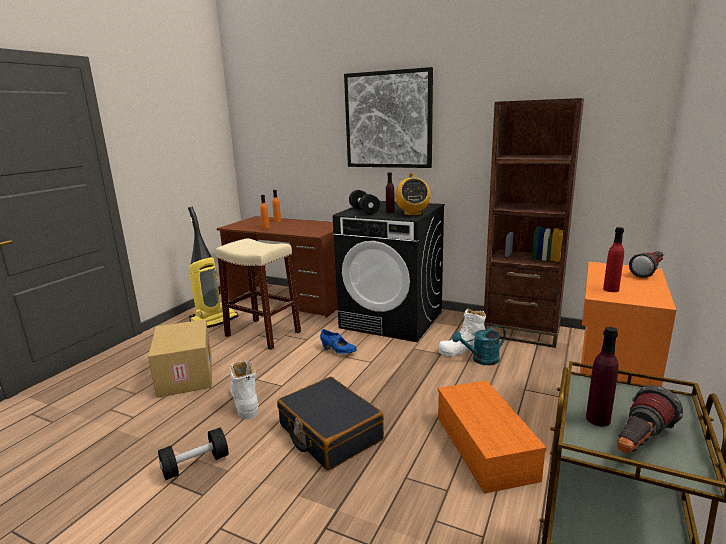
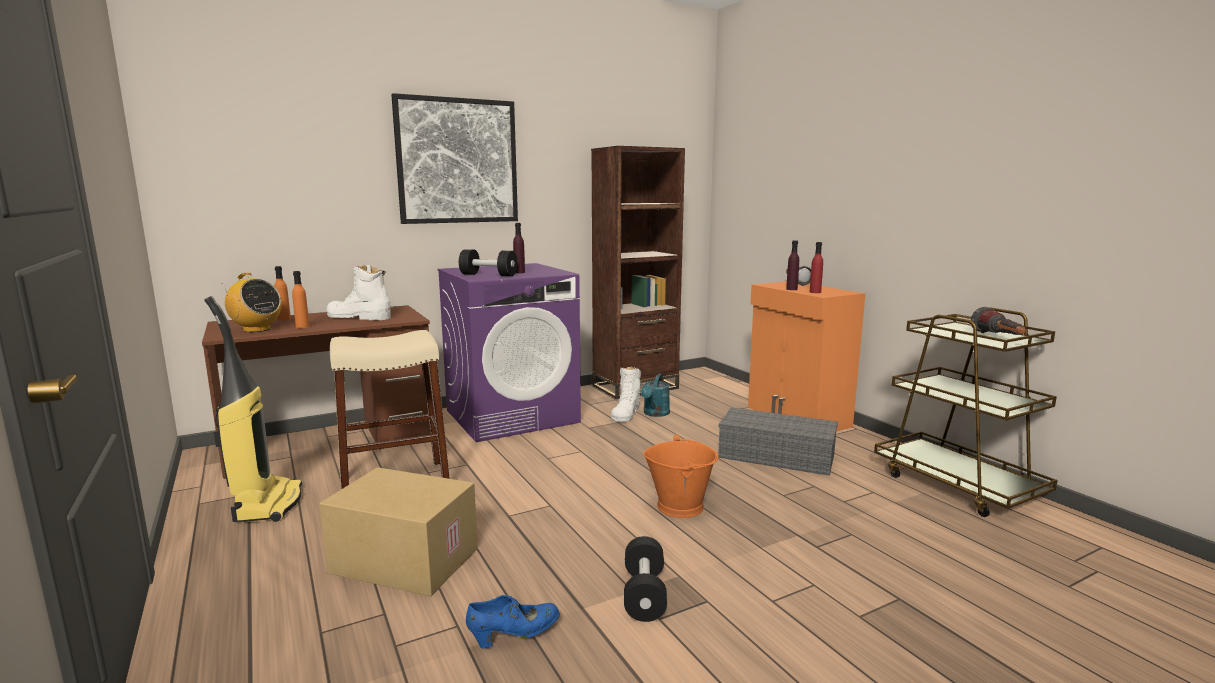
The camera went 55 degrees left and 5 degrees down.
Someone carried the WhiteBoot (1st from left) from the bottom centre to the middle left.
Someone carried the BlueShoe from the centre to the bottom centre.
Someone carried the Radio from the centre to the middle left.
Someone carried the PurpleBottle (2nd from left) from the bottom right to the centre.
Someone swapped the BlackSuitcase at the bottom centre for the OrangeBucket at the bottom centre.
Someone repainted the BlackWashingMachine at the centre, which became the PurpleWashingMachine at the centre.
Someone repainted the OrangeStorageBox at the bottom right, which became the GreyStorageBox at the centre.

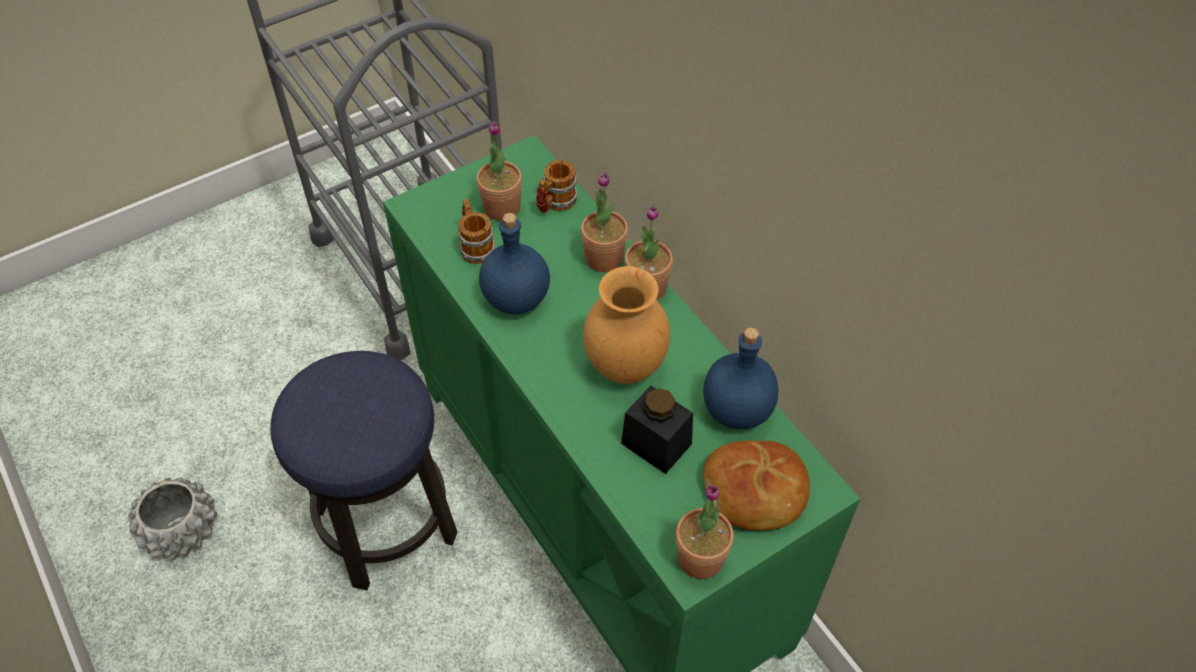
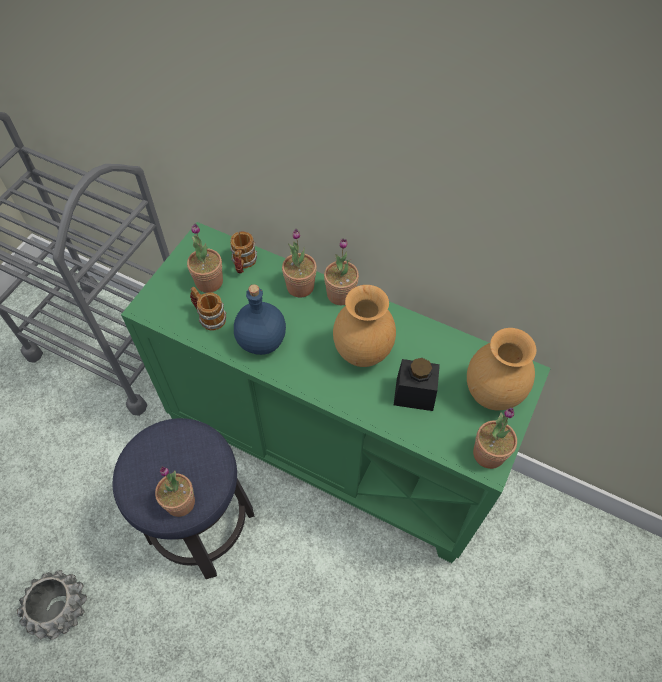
The camera went 30 degrees left and 5 degrees up.
Someone took away the BlueBottle (2nd from left) at the centre.
Someone put down the PottedPlant (1st from left) at the bottom left.
Someone swapped the Bread at the bottom centre for the BrownVase (2nd from left) at the middle right.

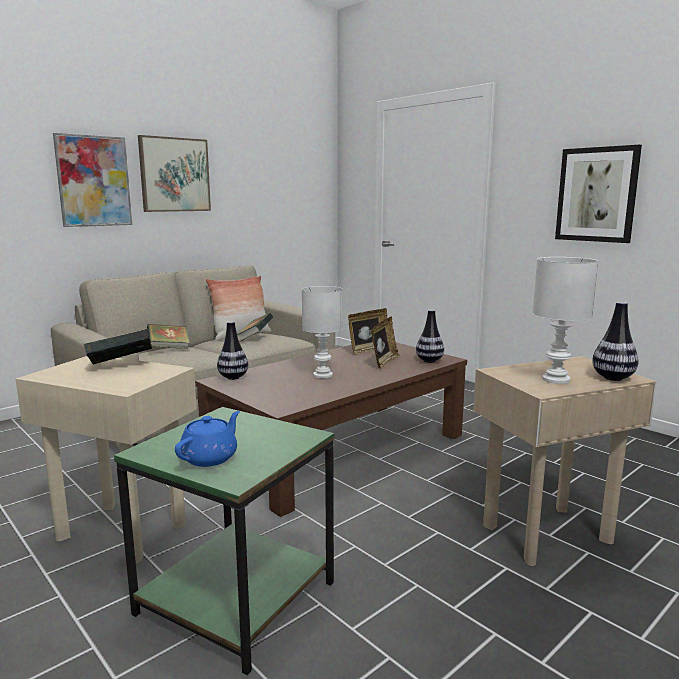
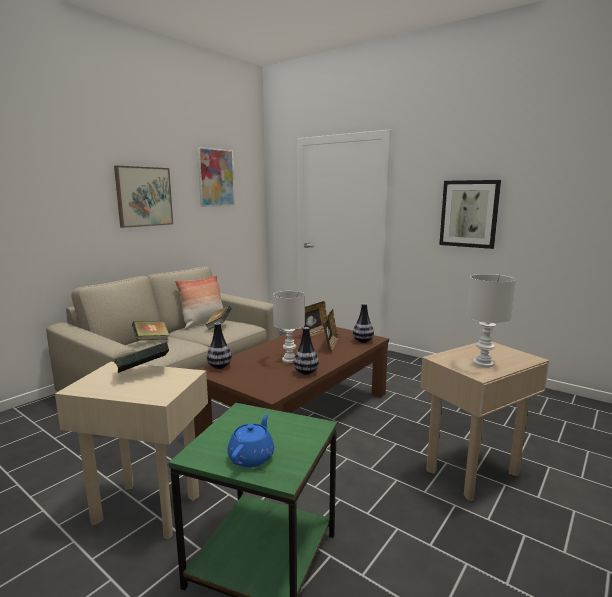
The camera went 10 degrees left and 0 degrees up.
Someone carried the Picture (1st from left in the first image) from the top left to the top centre.
Someone carried the Vase (3rd from left in the first image) from the middle right to the centre.

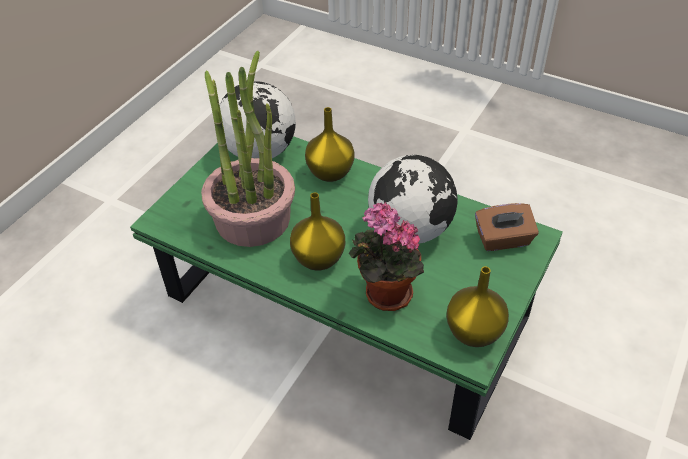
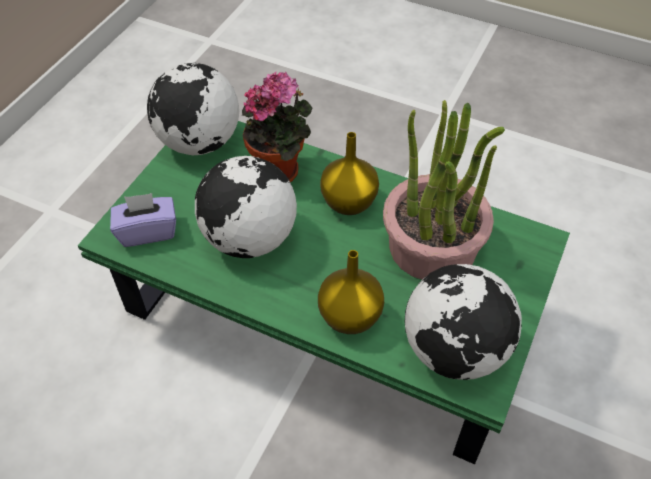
The camera went 175 degrees right and 5 degrees up.
Someone swapped the YellowVase (3rd from left) at the bottom right for the Globe (1st from left) at the top left.
Someone repainted the BrownTissueBox at the middle right, which became the PurpleTissueBox at the middle left.

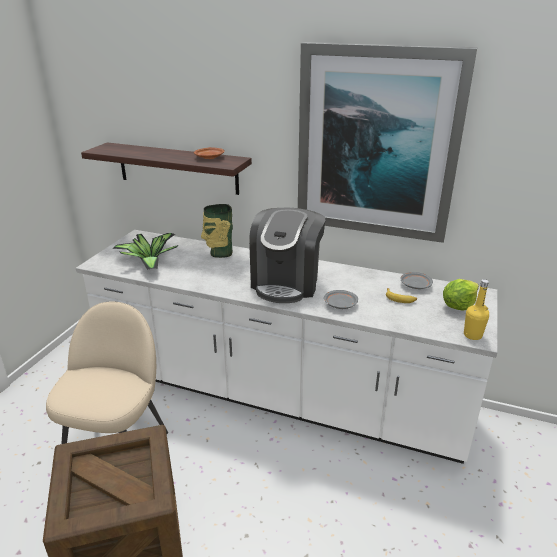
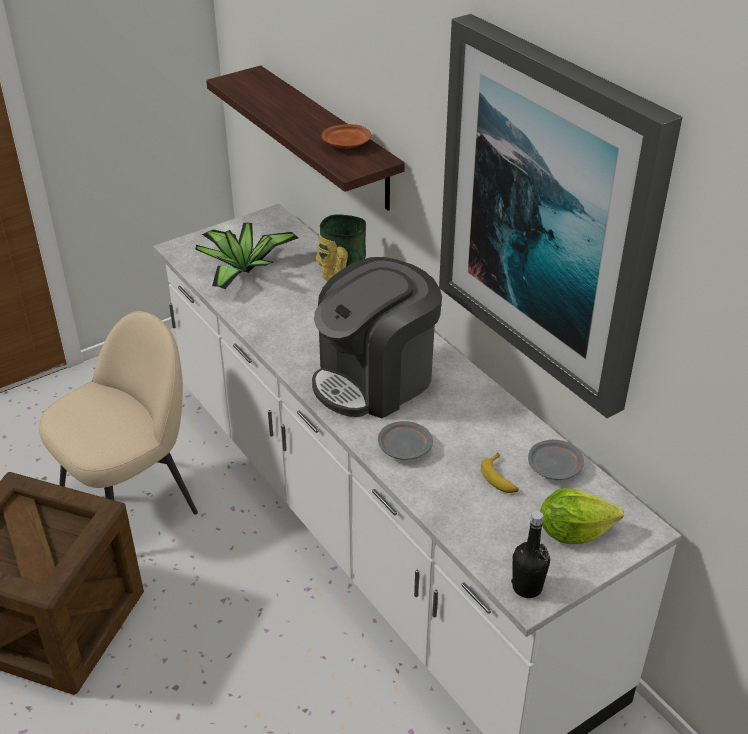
The camera went 35 degrees right and 10 degrees up.
Someone repainted the YellowBottle at the middle right, which became the BlackBottle at the bottom right.

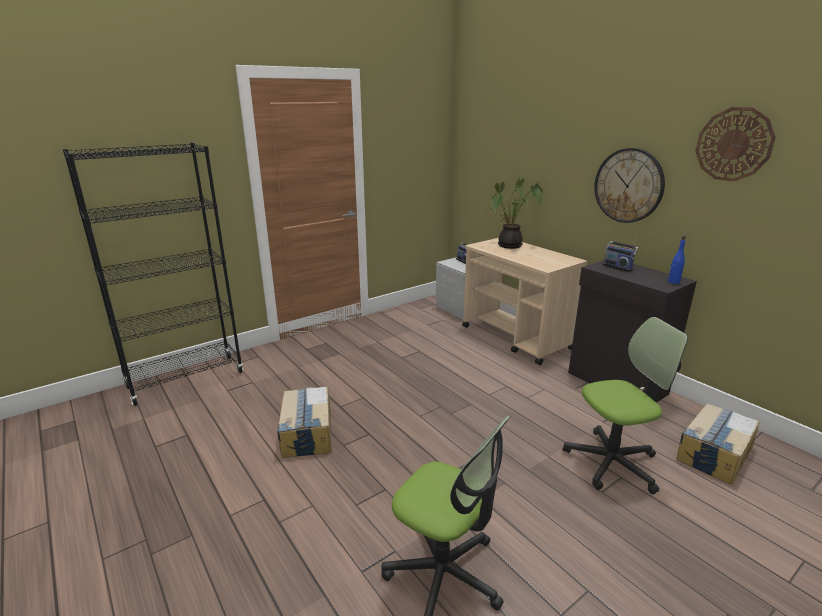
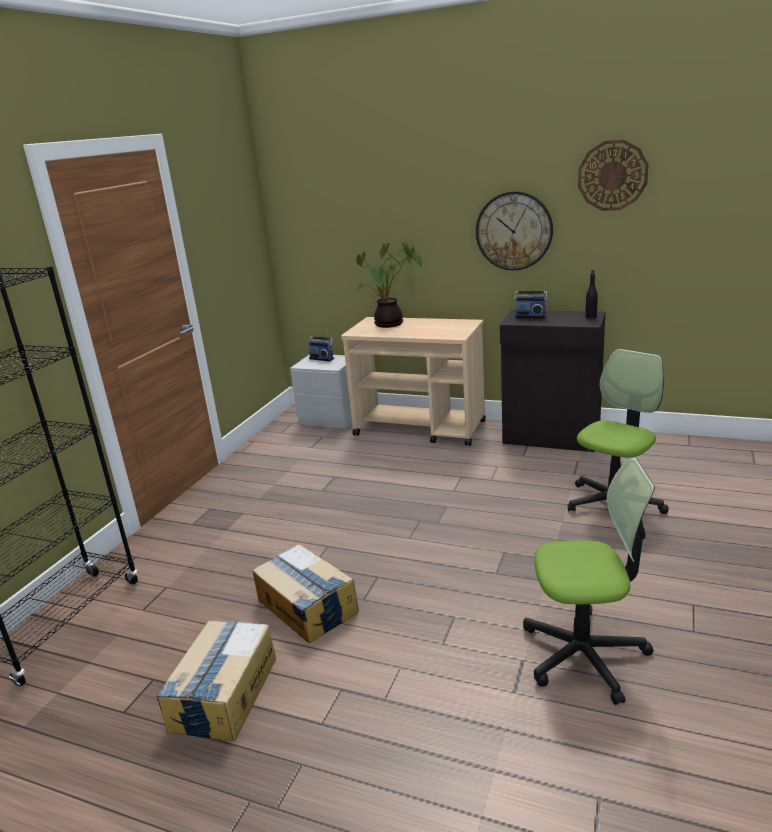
The camera went 30 degrees left and 0 degrees up.
Someone carried the CardboardBox (2nd from left in the first image) from the bottom right to the bottom left.
Someone repainted the BlueBottle at the middle right, which became the BlackBottle at the middle right.

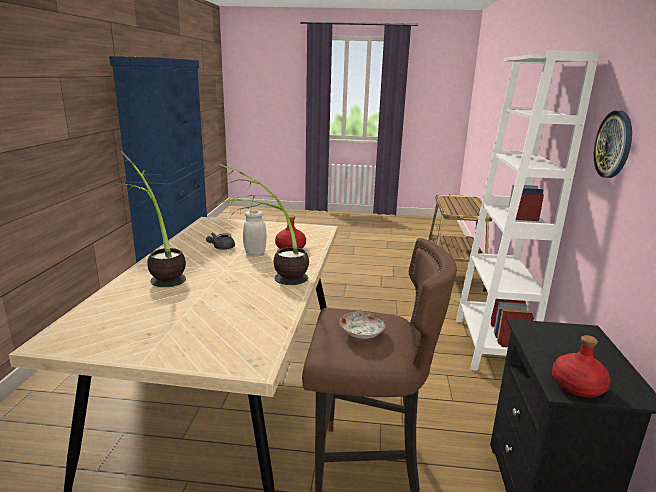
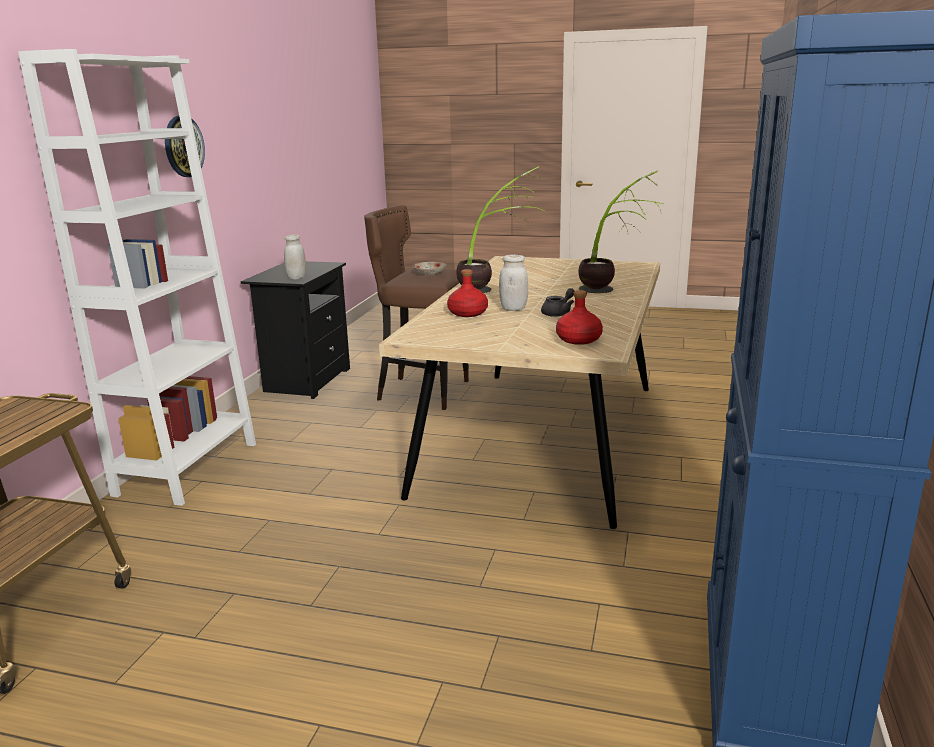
The camera went 170 degrees left and 0 degrees up.
Someone put down the WhiteJar (1st from left) at the middle left.
Someone carried the RedBottle (2nd from left) from the bottom right to the centre.

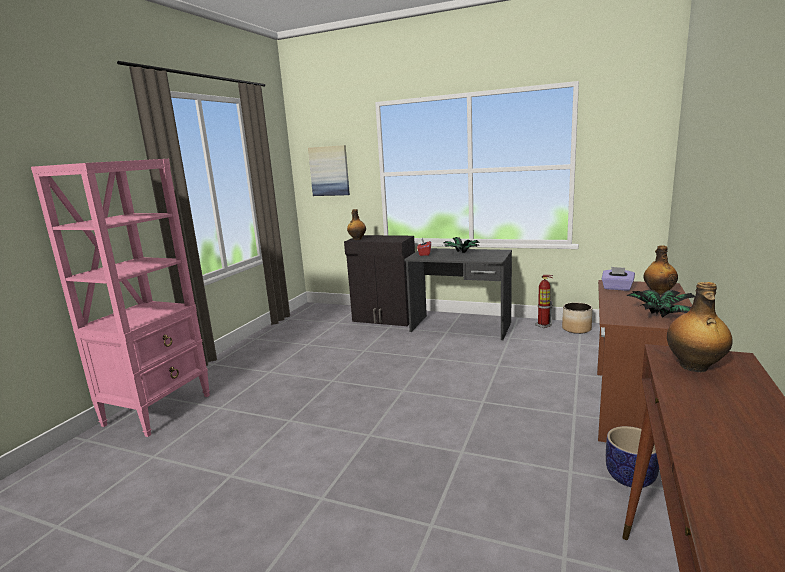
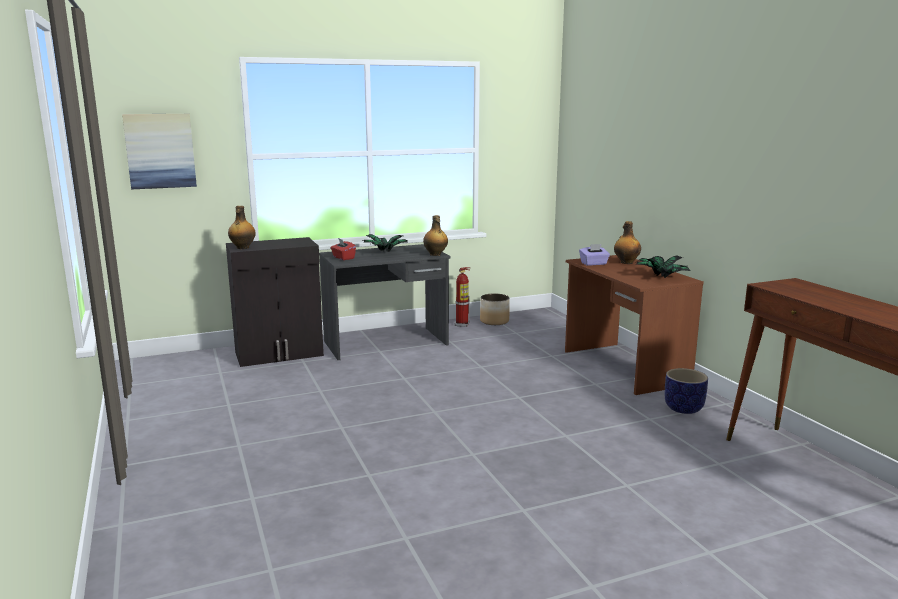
The camera went 45 degrees left and 0 degrees up.
Someone took away the PinkBookcase at the middle left.
Someone carried the Bottle (3rd from left in the first image) from the middle right to the centre.

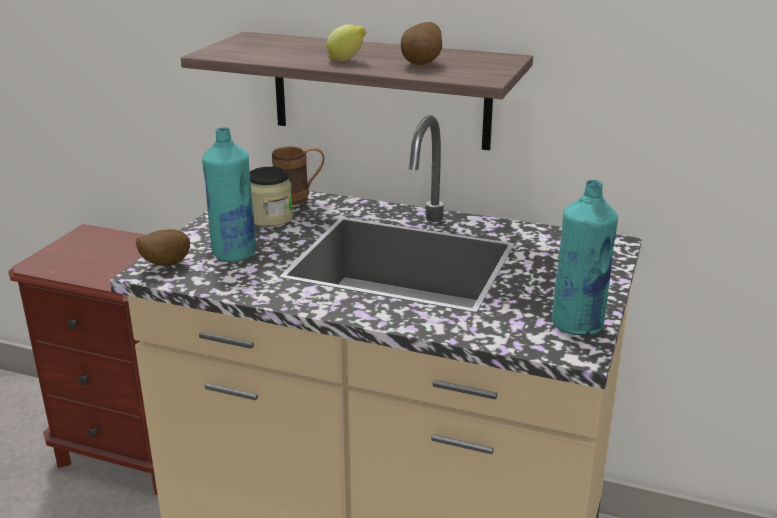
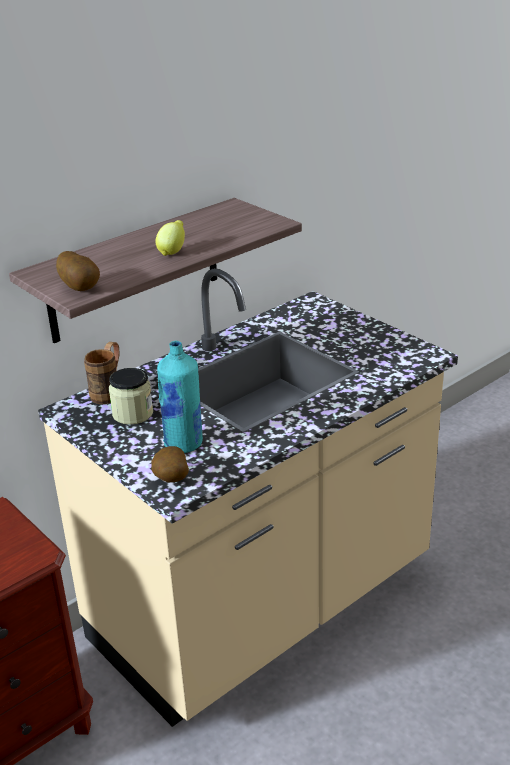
The camera went 60 degrees left and 5 degrees up.
Someone took away the TurquoiseBottle (2nd from left) at the middle right.
Someone carried the Potato (2nd from left in the first image) from the top centre to the middle left.

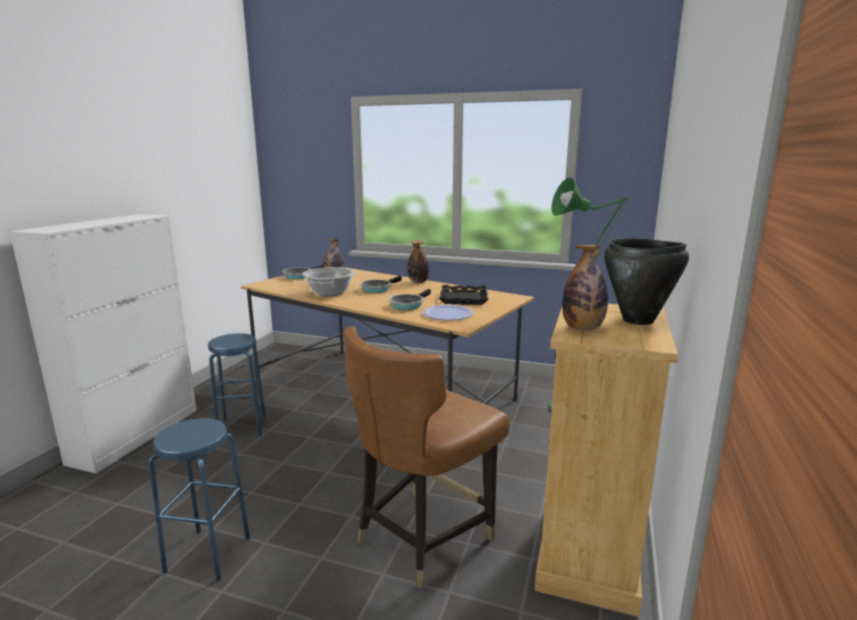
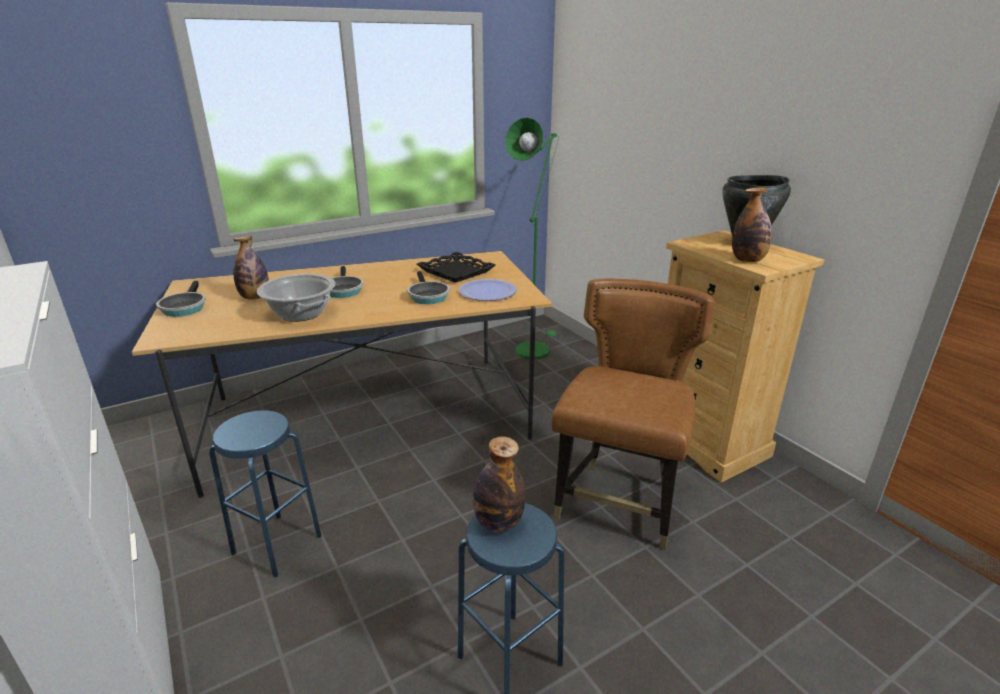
The camera went 50 degrees left and 10 degrees up.
Someone carried the Bottle (2nd from left) from the centre to the bottom centre.
Someone rotated the BrownChair at the bottom centre by 150 degrees counterclockwise.

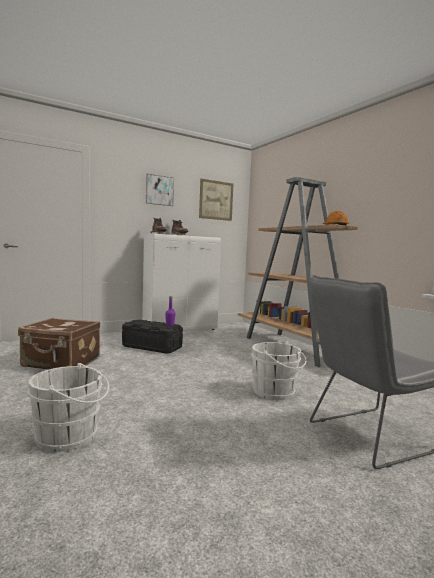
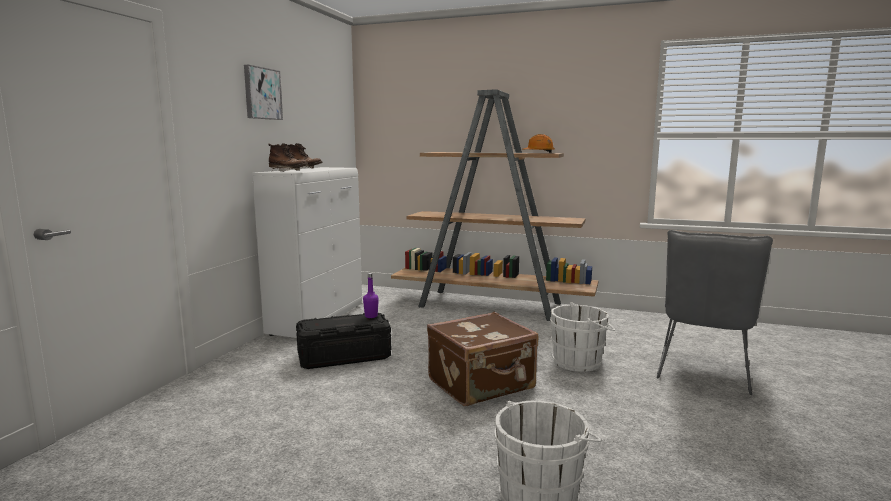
The camera went 40 degrees left and 5 degrees up.
Someone took away the Picture (2nd from left) at the centre.
Someone carried the BrownSuitcase from the middle left to the bottom centre.

